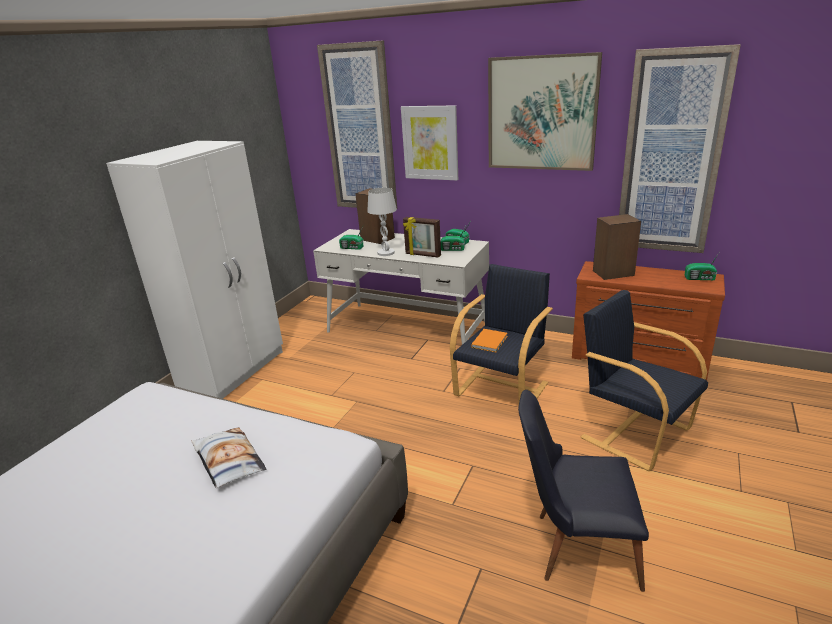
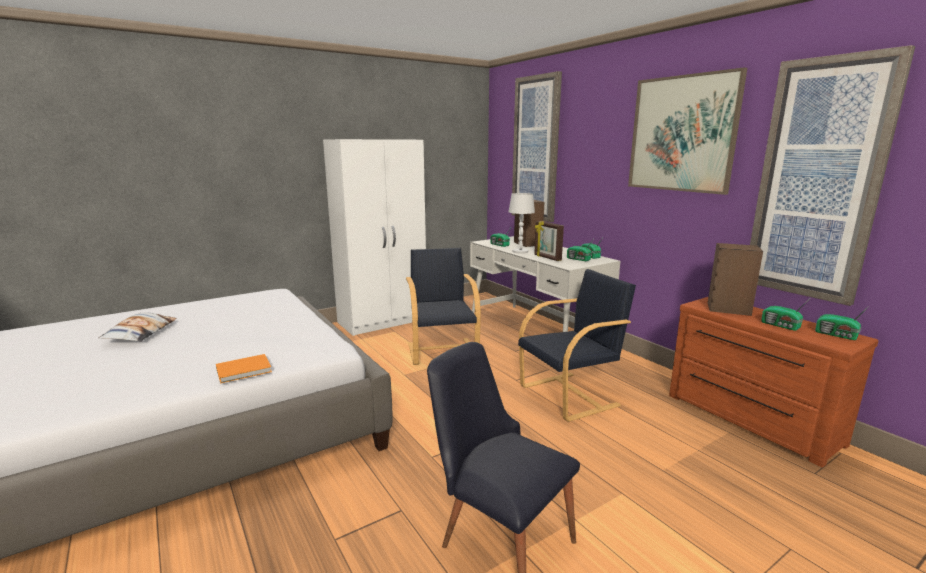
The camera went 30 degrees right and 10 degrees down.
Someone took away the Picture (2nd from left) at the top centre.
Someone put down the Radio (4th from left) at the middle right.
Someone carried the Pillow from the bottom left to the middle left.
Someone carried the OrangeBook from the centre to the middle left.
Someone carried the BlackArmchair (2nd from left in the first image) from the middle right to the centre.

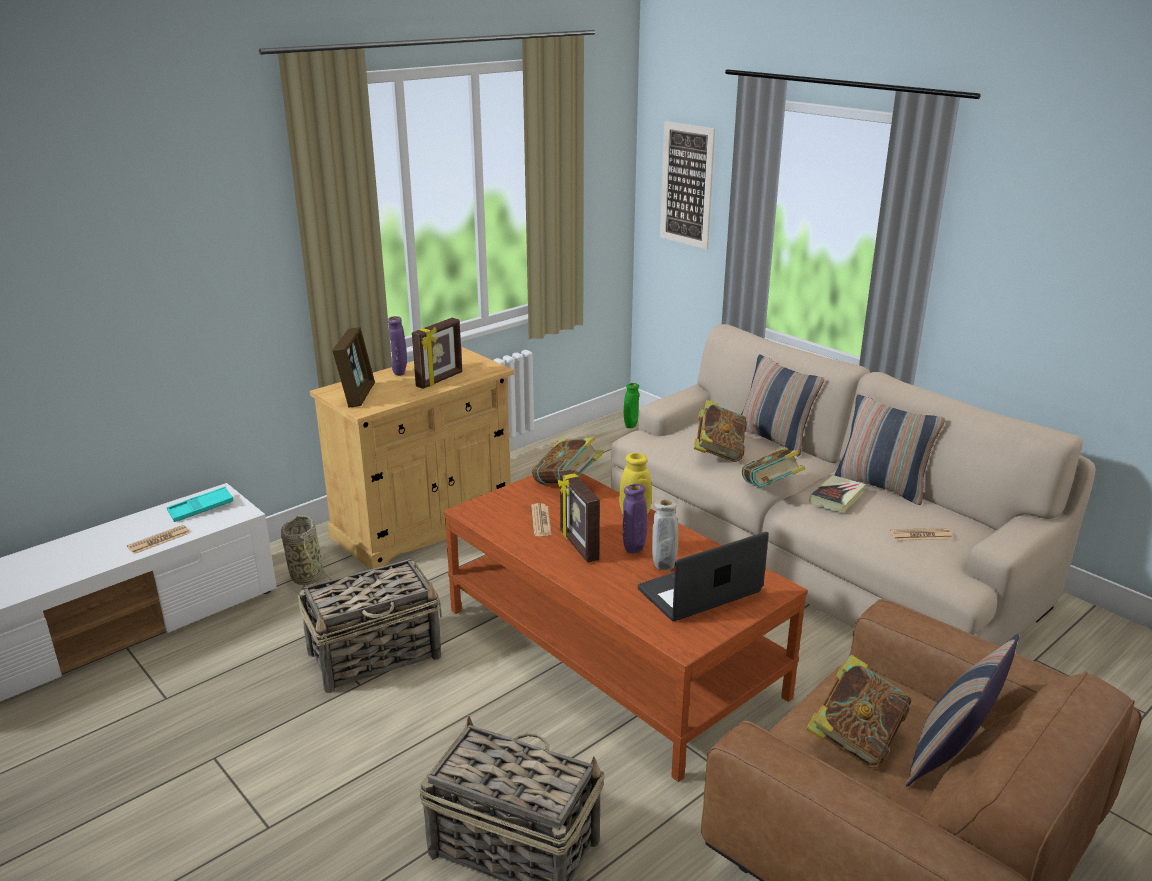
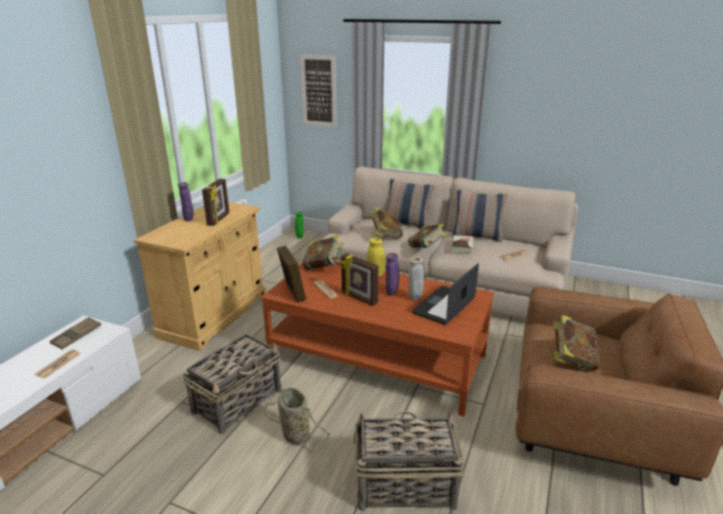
The camera went 25 degrees left and 0 degrees up.
Someone took away the Pillow (3rd from left) at the bottom right.
Someone carried the Basket (1st from left in the first image) from the middle left to the bottom centre.
Someone carried the PictureFrame (1st from left in the first image) from the middle left to the centre.
Someone repainted the TurquoiseTray at the middle left, which became the BrownTray at the middle left.

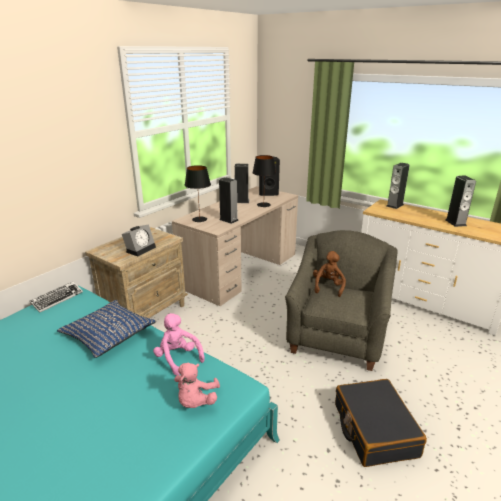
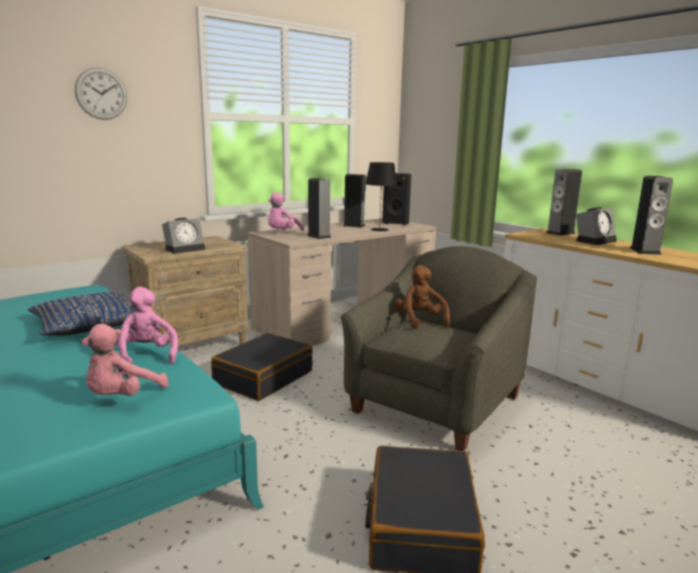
The camera went 15 degrees right and 10 degrees down.
Someone took away the Keyboard at the middle left.
Someone put up the WallClock at the top left.
Someone put down the BlackSuitcase (1st from left) at the centre.
Someone put down the AlarmClock (2nd from left) at the middle right.
Someone swapped the BlackTableLamp (1st from left) at the centre for the PinkPlushToy (3rd from left) at the centre.
Someone rotated the BrownPlushToy at the centre by 45 degrees counterclockwise.

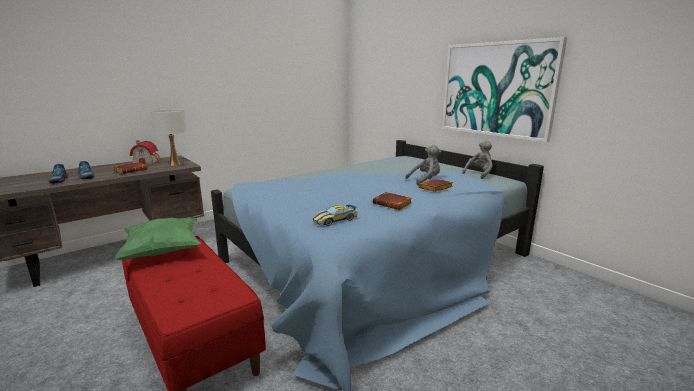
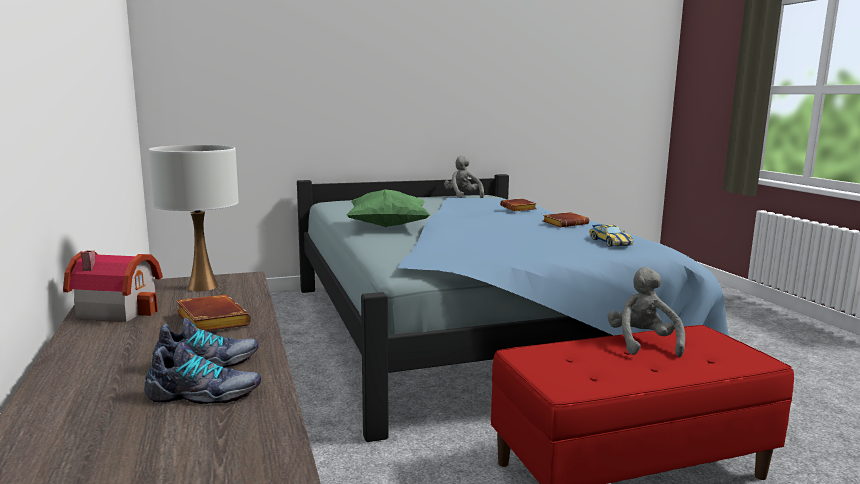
The camera went 70 degrees left and 5 degrees down.
Someone took away the Picture at the top right.
Someone carried the GreenPillow from the middle left to the centre.
Someone carried the GreyPlushToy (1st from left in the first image) from the centre to the middle right.

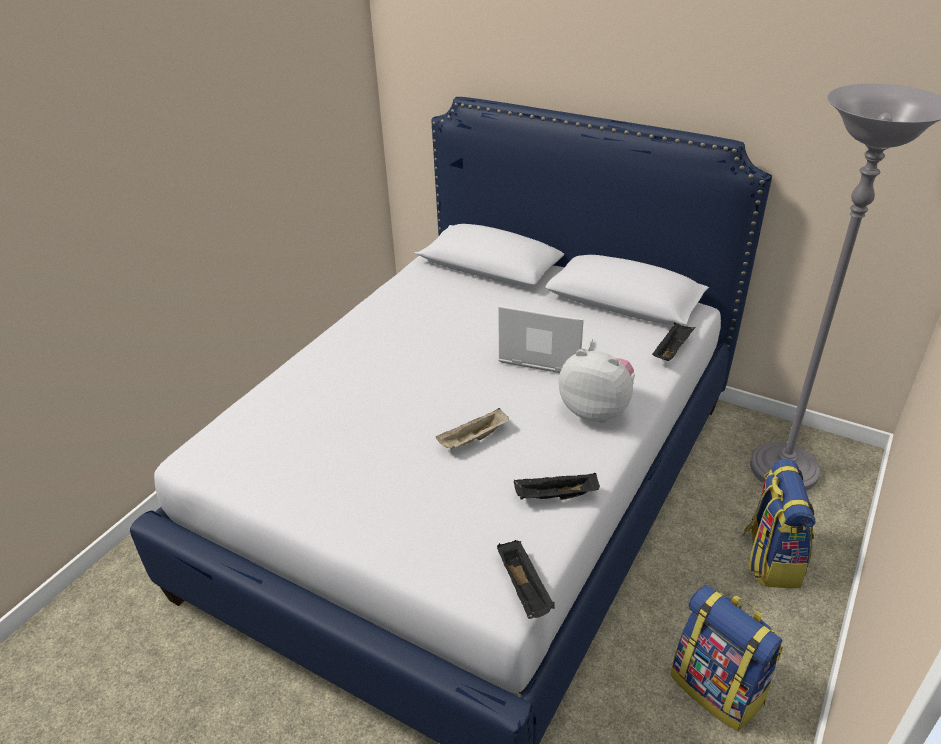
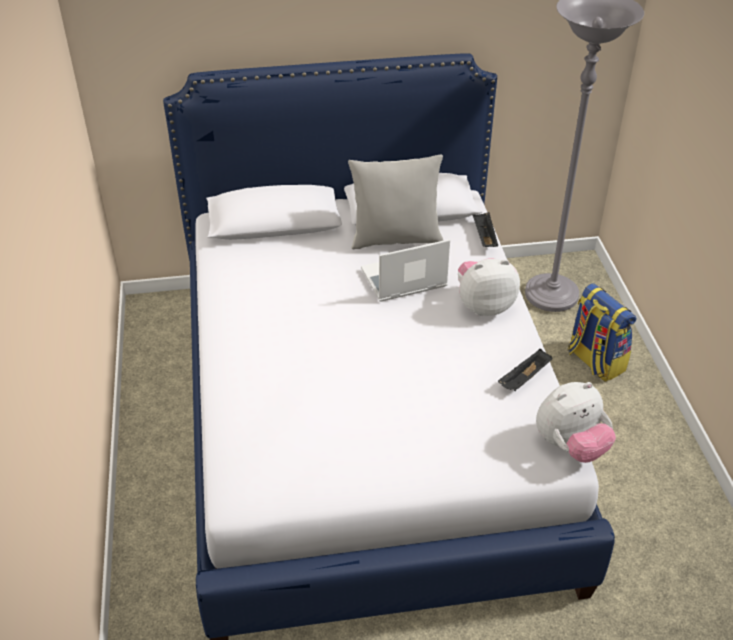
The camera went 40 degrees left and 5 degrees up.
Someone took away the BeigeTray at the centre.
Someone took away the Backpack (1st from left) at the bottom right.
Someone put down the GreyPillow at the top centre.
Someone swapped the BlackTray (1st from left) at the bottom centre for the PlushToy (2nd from left) at the middle right.

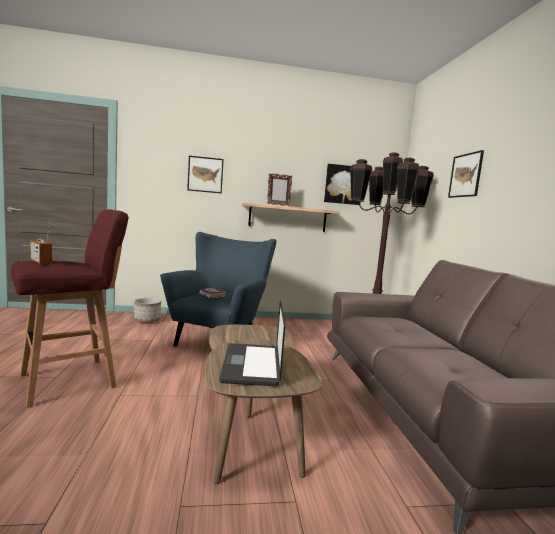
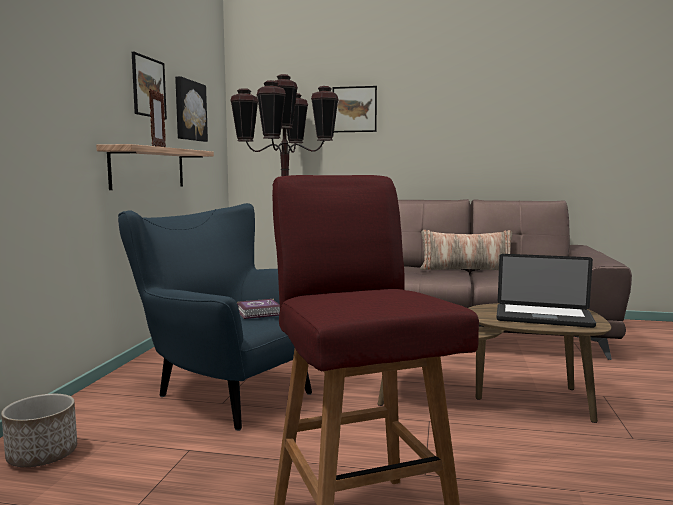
The camera went 70 degrees left and 0 degrees up.
Someone took away the Radio at the middle left.
Someone put down the Pillow at the middle right.
Someone carried the Picture (1st from left) from the top centre to the top left.

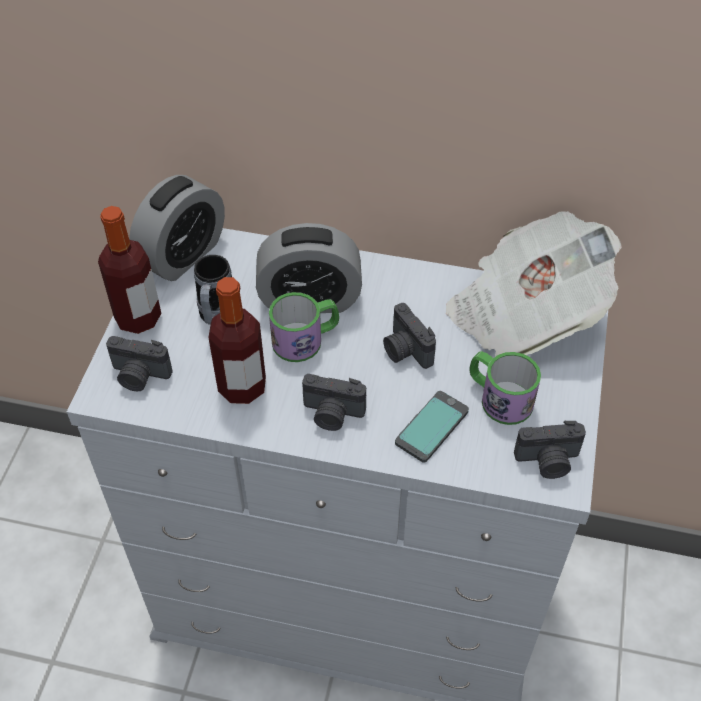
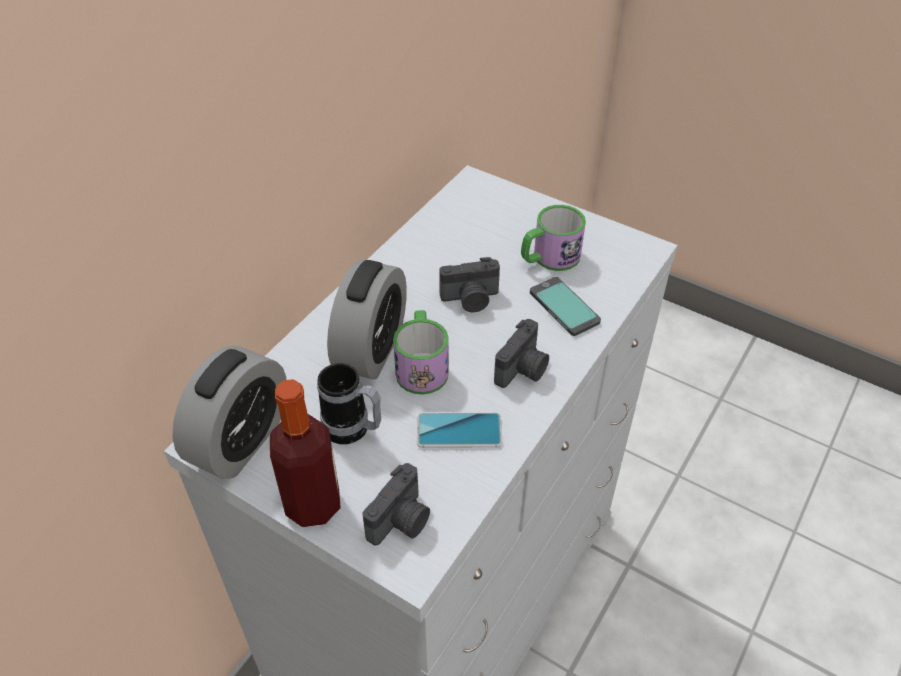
The camera went 70 degrees left and 5 degrees down.
Someone took away the Newspaper at the middle right.
Someone took away the PhotoCamera (4th from left) at the middle right.
Someone swapped the Bottle (2nd from left) at the centre for the Phone (1st from left) at the centre.
Someone rotated the AlarmClock (1st from left) at the top left by 60 degrees clockwise.

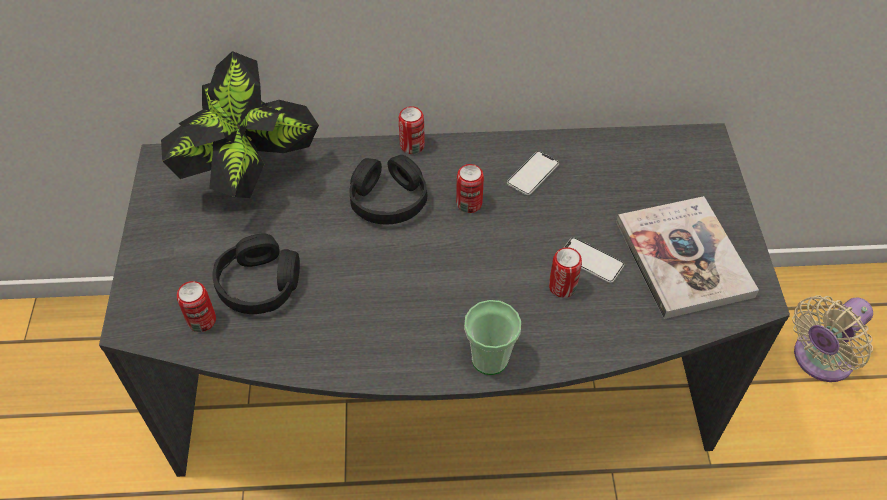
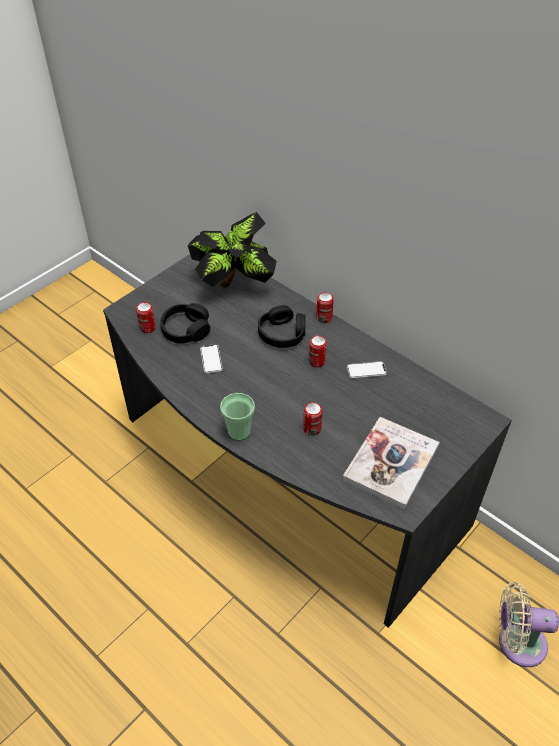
The camera went 45 degrees right and 5 degrees down.
Someone carried the Phone (2nd from left in the first image) from the middle right to the centre.

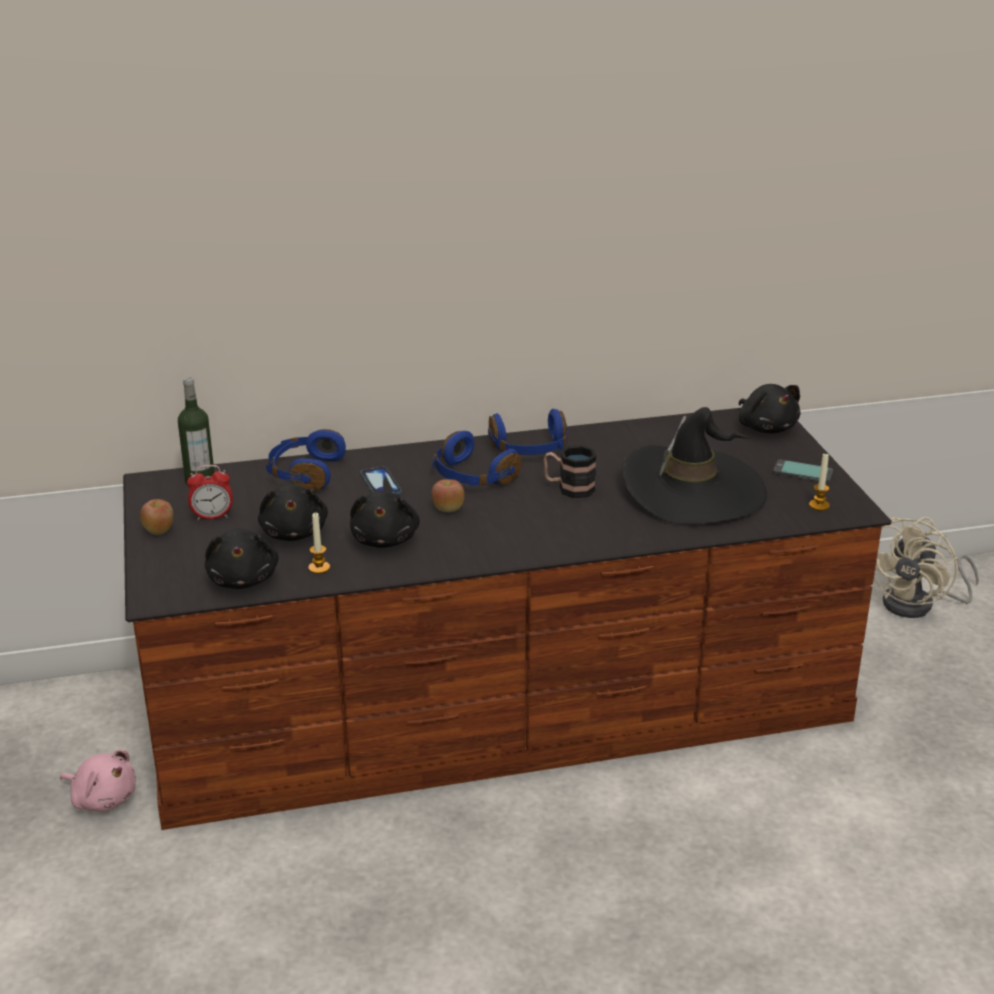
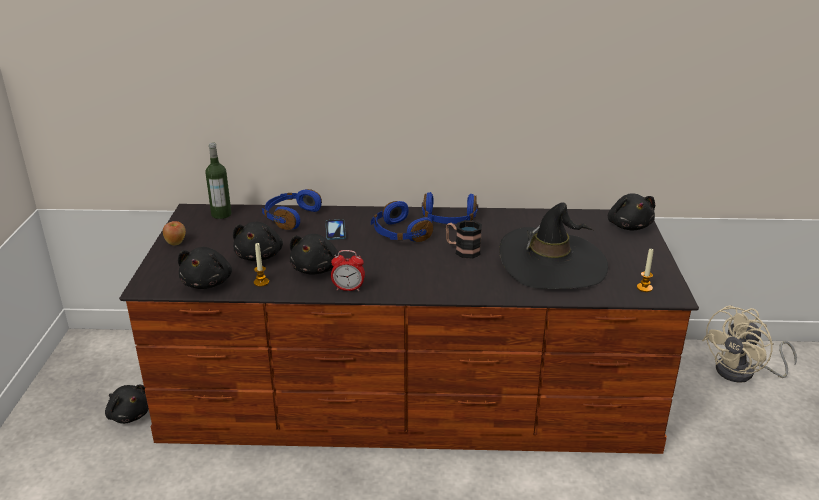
The camera went 15 degrees right and 0 degrees up.
Someone took away the Apple (2nd from left) at the centre.
Someone took away the Phone (2nd from left) at the middle right.
Someone carried the AlarmClock from the middle left to the centre.
Someone repainted the PinkPlushToy at the bottom left, which became the BlackPlushToy (1st from left) at the bottom left.

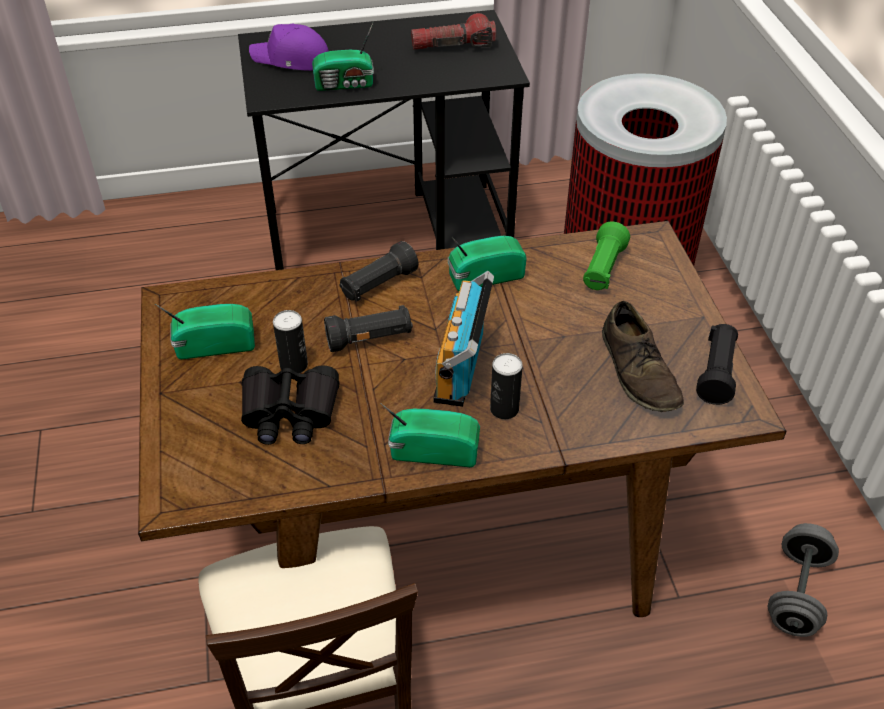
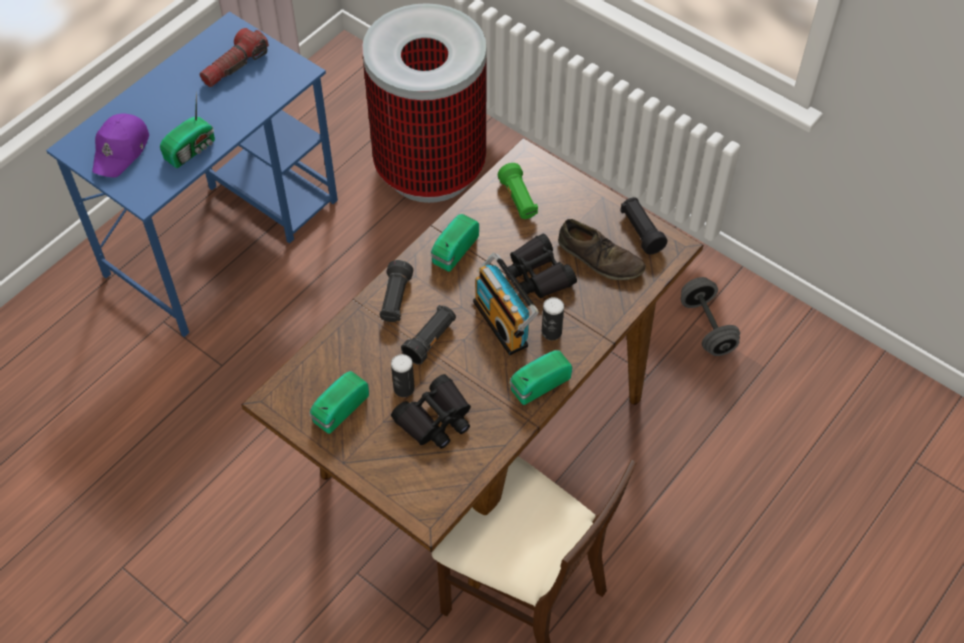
The camera went 40 degrees left and 10 degrees up.
Someone put down the BlackBinoculars (2nd from left) at the centre.
Someone repainted the BlackDesk at the top centre, which became the BlueDesk at the top left.
Someone rotated the PurpleCap at the top left by 45 degrees counterclockwise.

